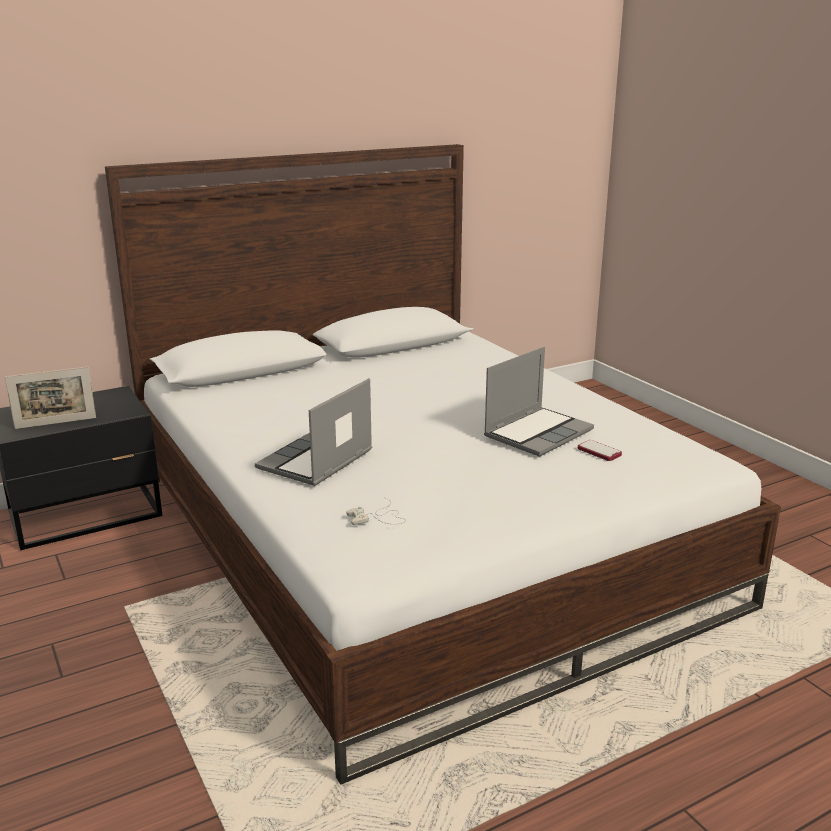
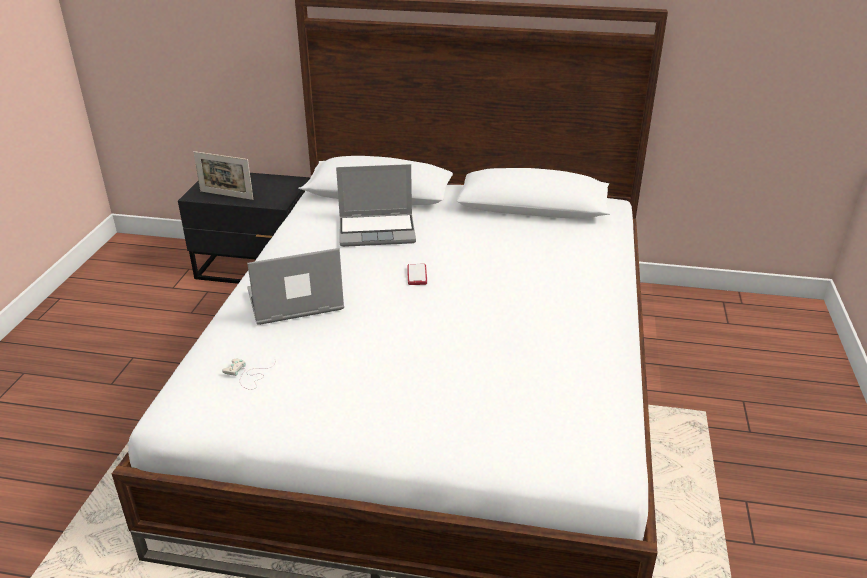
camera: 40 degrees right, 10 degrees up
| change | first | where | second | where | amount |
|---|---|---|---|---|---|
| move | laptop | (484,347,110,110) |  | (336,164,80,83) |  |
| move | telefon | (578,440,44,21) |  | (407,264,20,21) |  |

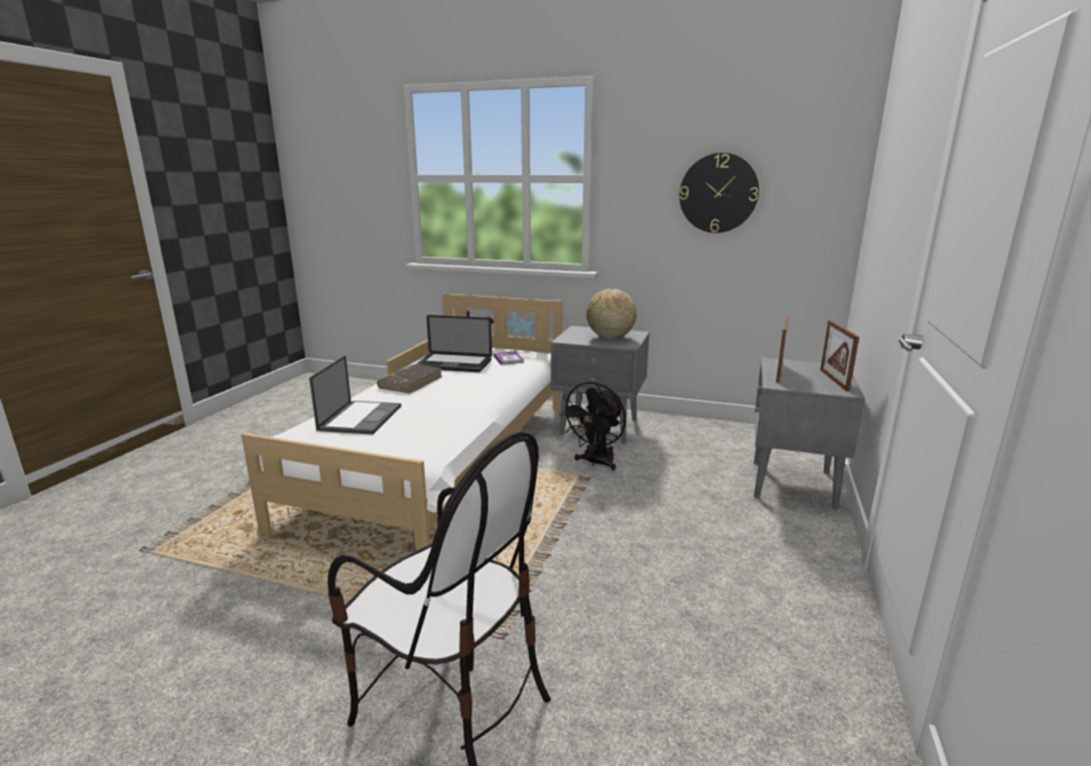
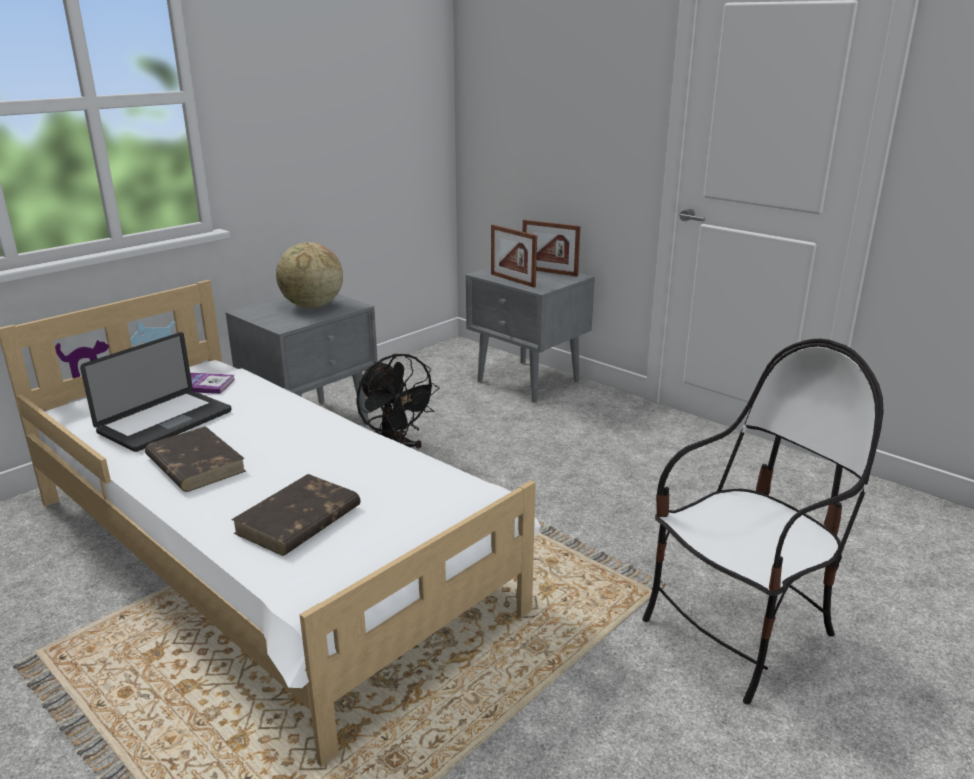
camera: 65 degrees left, 5 degrees up
| change | first | where | second | where | amount |
|---|---|---|---|---|---|
| delete | zegar ścienny | (679,153,80,80) |  |  |  |
| replace | laptop | (309,355,92,80) | książka [brązowy] | (231,474,130,82) |  |

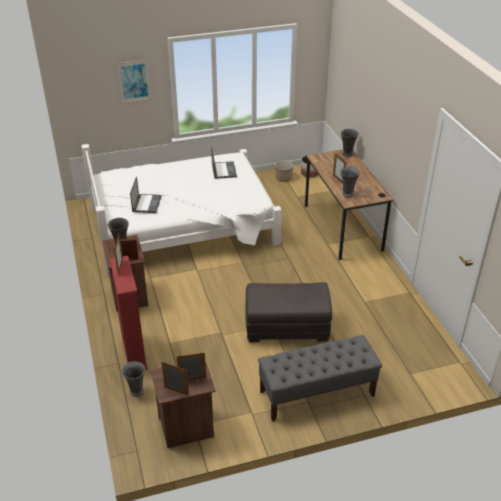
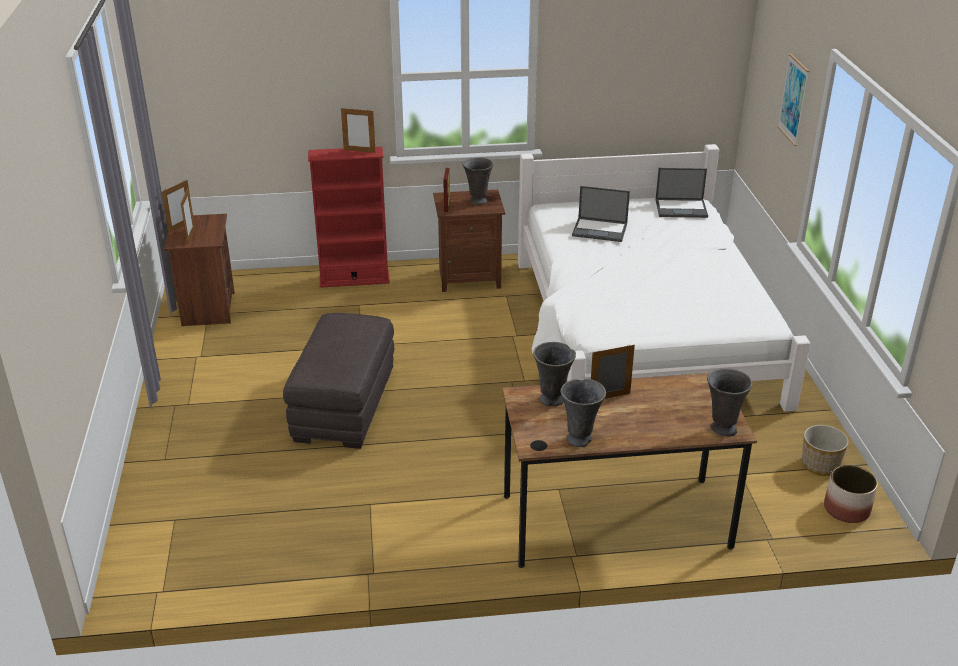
camera: 100 degrees right, 5 degrees down
| change | first | where | second | where | amount |
|---|---|---|---|---|---|
| delete | ławka [szary] | (258,335,124,86) |  |  |  |
| move | wazon [szary] | (122,362,23,35) |  | (560,379,46,68) |  |
| move | laptop | (211,146,26,33) |  | (656,168,52,50) |  |

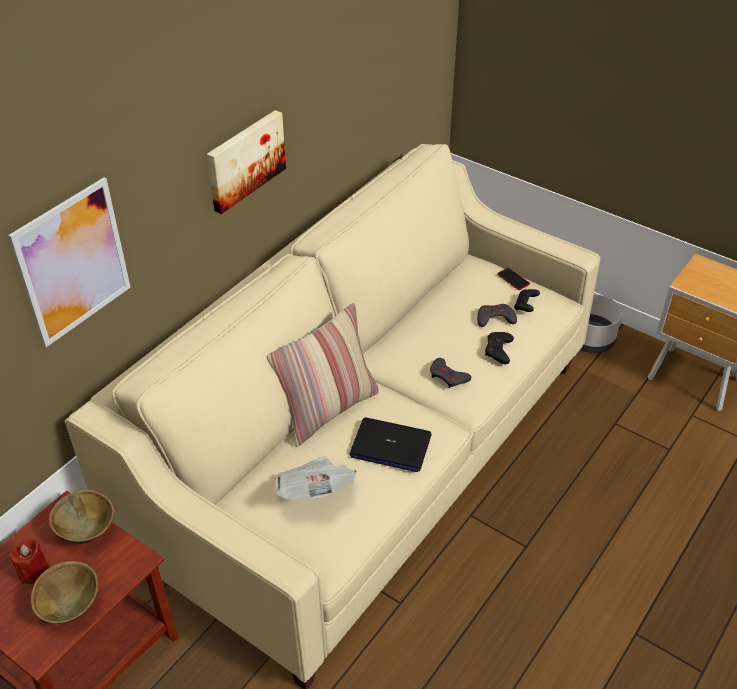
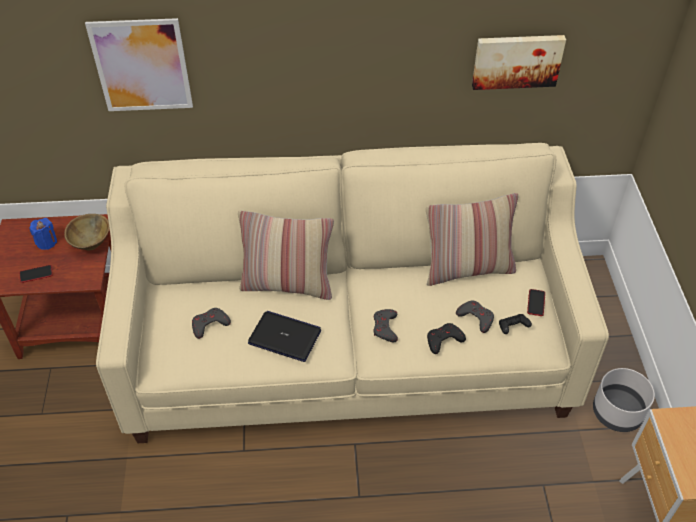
camera: 50 degrees right, 5 degrees up
| change | first | where | second | where | amount |
|---|---|---|---|---|---|
| insert |  |  | poduszka | (426,193,92,93) |  |
| move | obraz | (207,110,79,104) |  | (472,35,94,55) |  |
| replace | miska [brązowy] | (31,561,67,63) | telefon | (20,265,33,18) |  |
| replace | gazeta | (275,457,82,43) | pad do gier [szary] | (192,308,39,31) |  |
| recolor | świeca [czerwony] | (10,538,39,46) | świeca [niebieski] | (29,218,28,32) |  |
| rotate | laptop | (350,418,82,54) |  | (248,311,73,51) | 135 degrees clockwise |

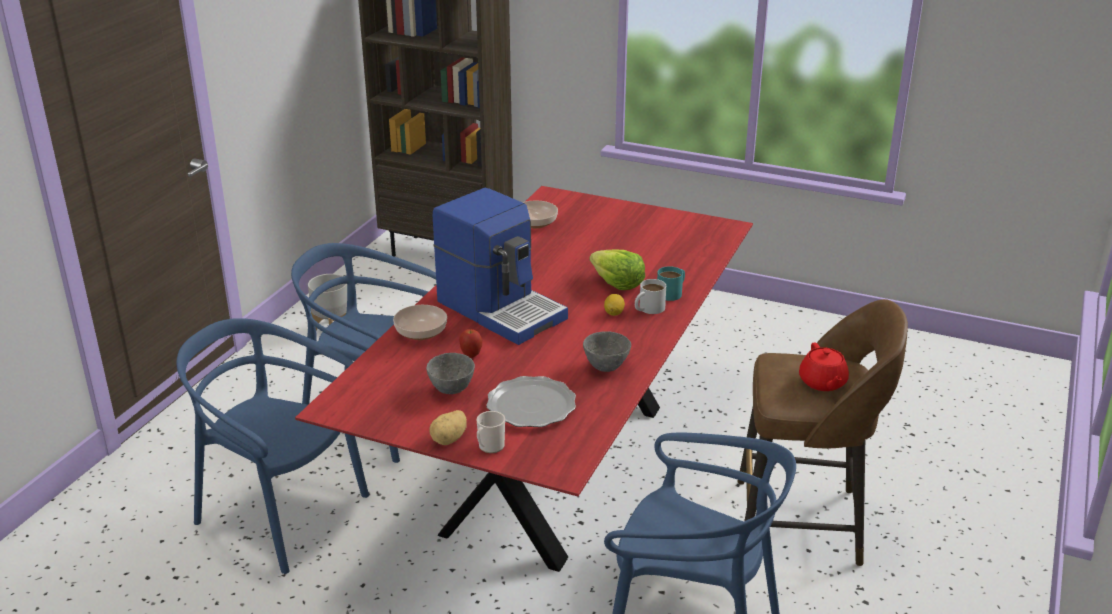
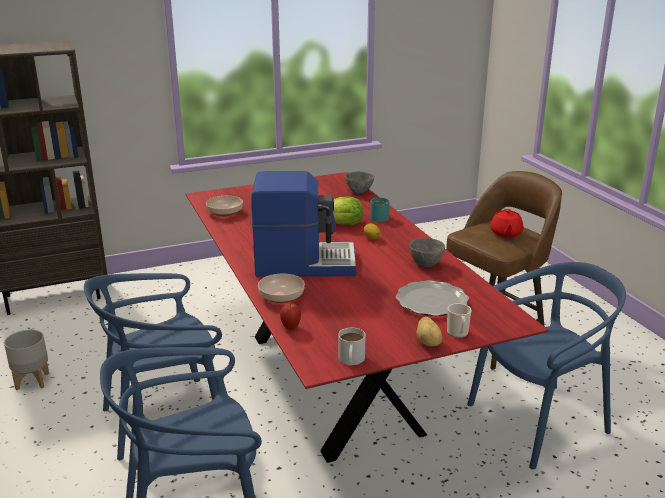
camera: 45 degrees left, 5 degrees down
| change | first | where | second | where | amount |
|---|---|---|---|---|---|
| move | miska [szary] | (426,353,49,41) |  | (345,171,29,23) |  |
| move | jabłko | (459,329,23,29) |  | (280,303,21,27) |  |
| move | kubek [biały] | (635,279,31,35) |  | (338,328,28,38) |  |
| rotate | imbryk [czerwony] | (799,342,50,49) |  | (490,209,33,29) | 60 degrees clockwise |

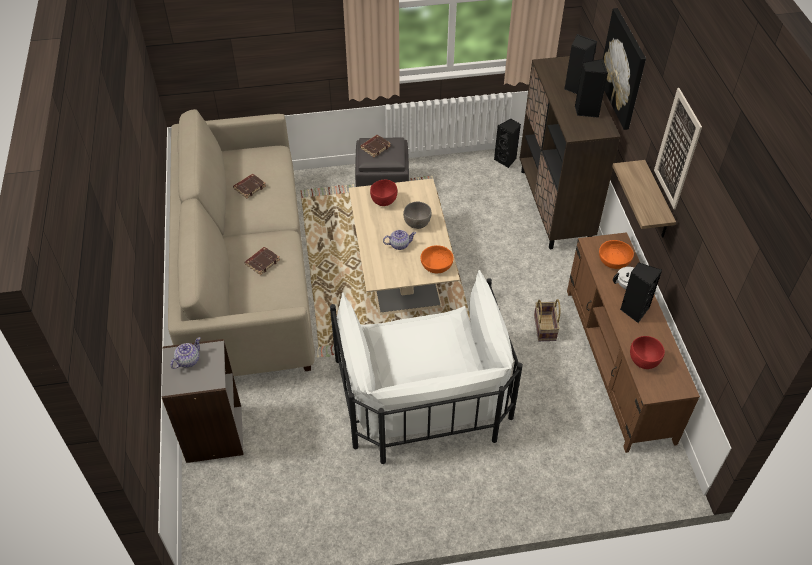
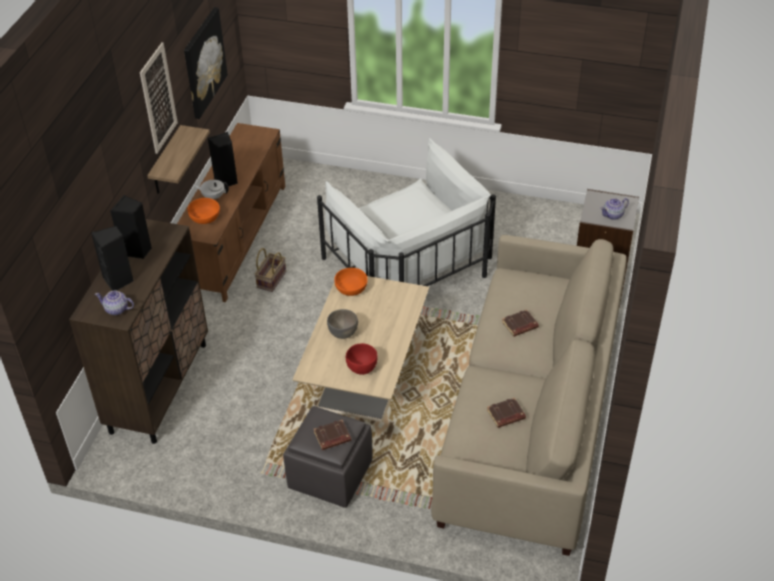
camera: 155 degrees left, 5 degrees down
| change | first | where | second | where | amount |
|---|---|---|---|---|---|
| delete | głośnik [czarny] | (494,119,27,49) |  |  |  |
| delete | miska [czerwony] | (630,336,35,33) |  |  |  |
| move | imbryk | (383,230,33,20) |  | (95,290,39,25) |  |
| move | obraz | (603,8,43,122) |  | (184,7,44,112) |  |
| rotate | fotel [biały] | (330,270,193,194) |  | (317,138,179,148) | 135 degrees clockwise |

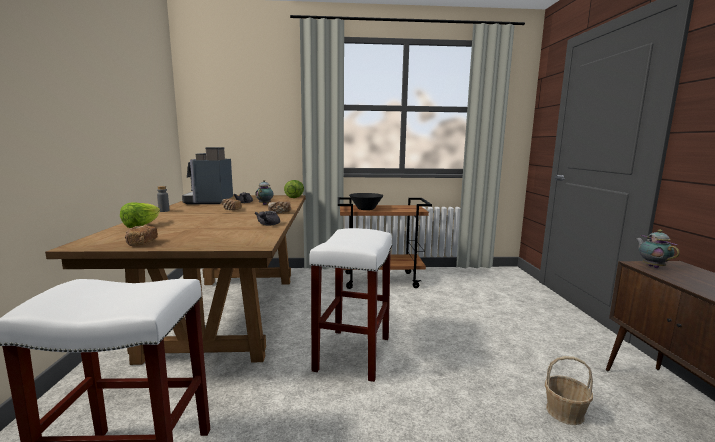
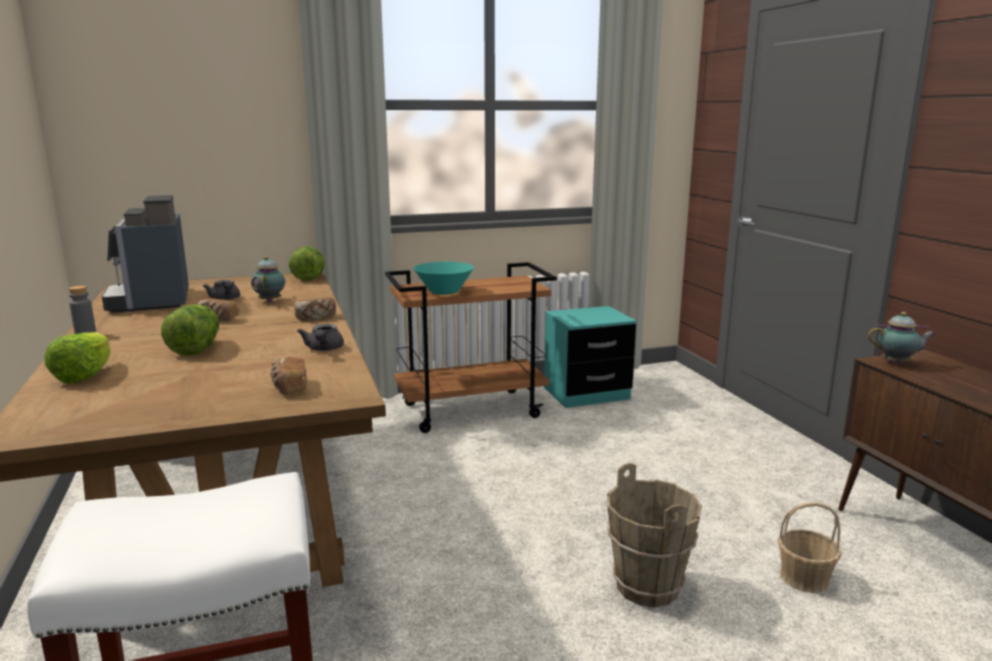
camera: 15 degrees left, 5 degrees up
| change | first | where | second | where | amount |
|---|---|---|---|---|---|
| delete | stołek [biały] | (309,228,83,154) |  |  |  |
| insert |  |  | sałata | (161,305,58,51) |  |
| insert |  |  | szafka nocna [turkusowy] | (544,306,92,102) |  |
| insert |  |  | wiadro [brązowy] | (607,463,95,144) |  |
| move | chleb | (125,226,33,20) |  | (271,357,36,37) |  |
| recolor | miska [czarny] | (349,193,34,17) | miska [turkusowy] | (414,262,60,33) |  |
| rotate | imbryk | (636,230,44,38) |  | (868,312,67,52) | 120 degrees clockwise |

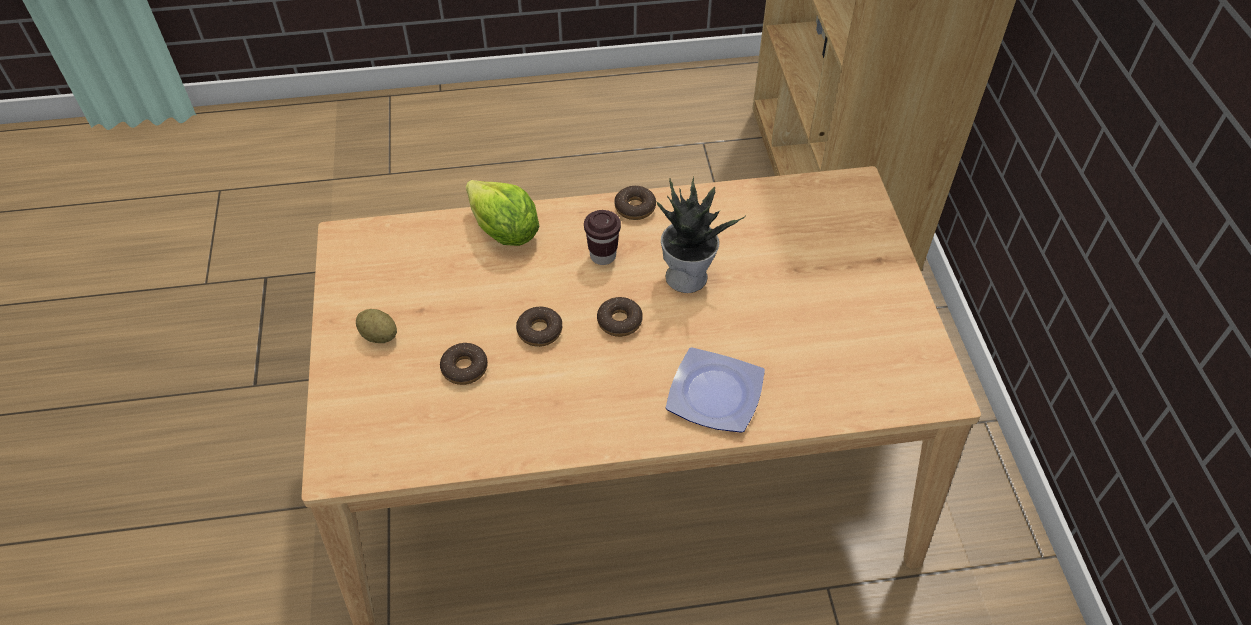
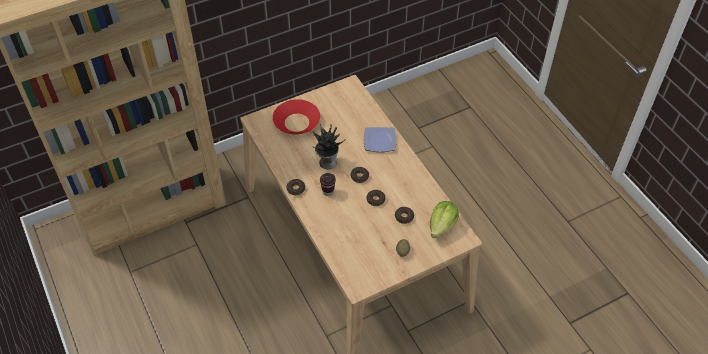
camera: 110 degrees left, 0 degrees up
| change | first | where | second | where | amount |
|---|---|---|---|---|---|
| insert |  |  | miska [czerwony] | (273,99,47,35) |  |
| move | sałata | (466,180,74,66) |  | (430,201,29,37) |  |

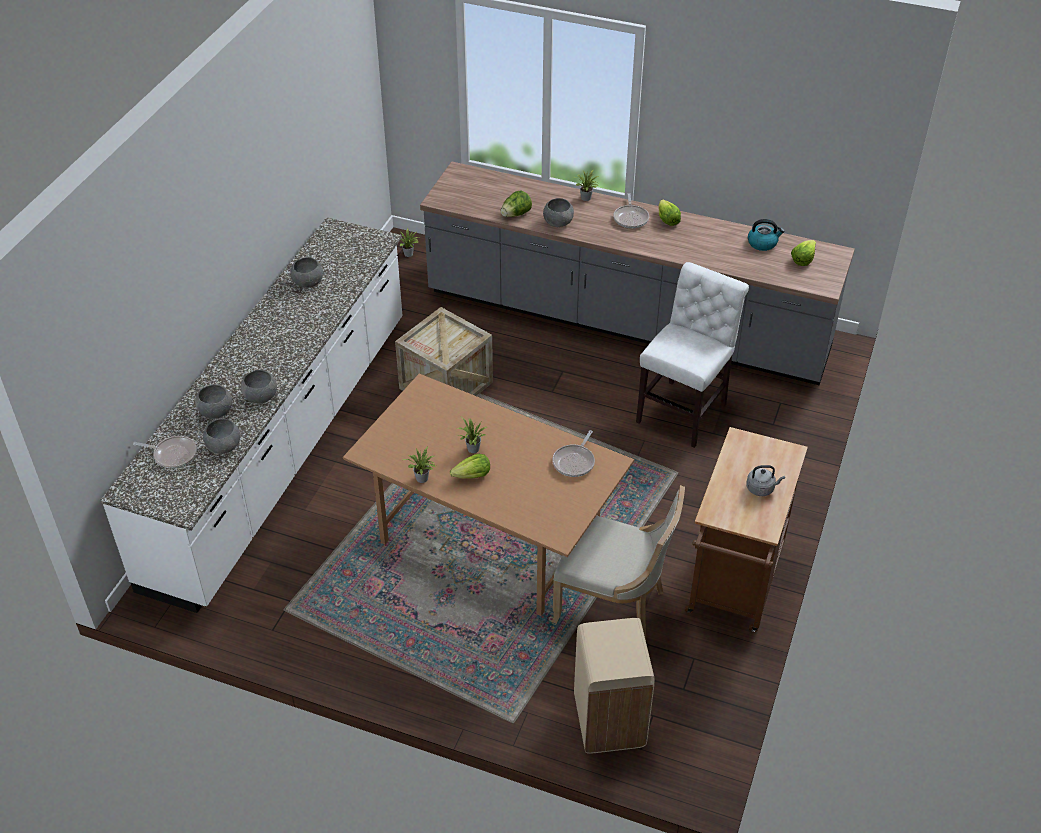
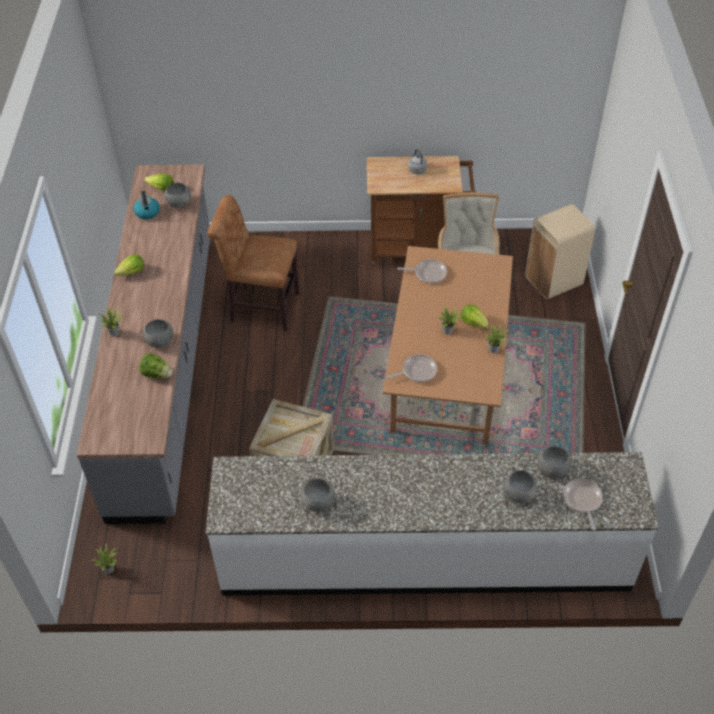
camera: 110 degrees left, 5 degrees up
| change | first | where | second | where | amount |
|---|---|---|---|---|---|
| move | miska [szary] | (241,370,36,33) |  | (164,182,27,26) |  |
| move | patelnia | (613,193,36,35) |  | (386,354,51,28) |  |
| recolor | krzesło [biały] | (636,262,113,186) | krzesło [brązowy] | (207,195,93,136) |  |

